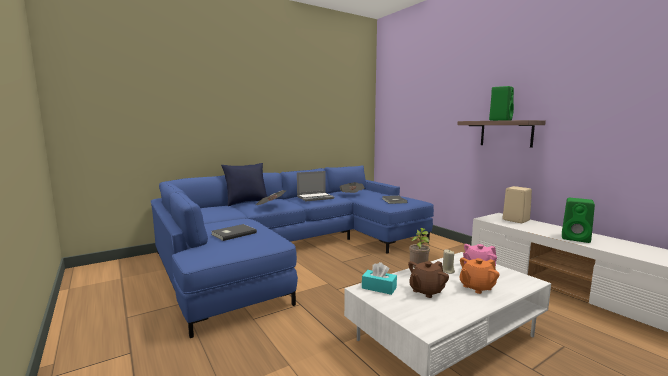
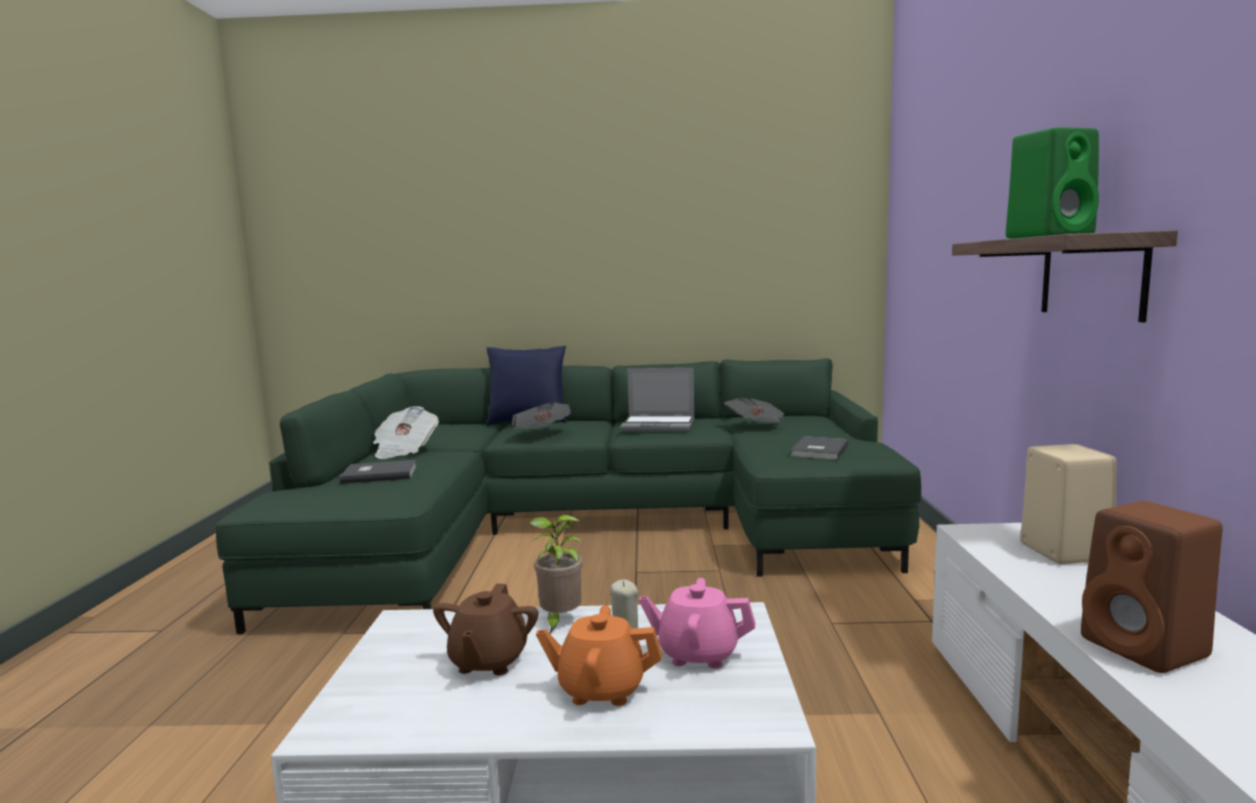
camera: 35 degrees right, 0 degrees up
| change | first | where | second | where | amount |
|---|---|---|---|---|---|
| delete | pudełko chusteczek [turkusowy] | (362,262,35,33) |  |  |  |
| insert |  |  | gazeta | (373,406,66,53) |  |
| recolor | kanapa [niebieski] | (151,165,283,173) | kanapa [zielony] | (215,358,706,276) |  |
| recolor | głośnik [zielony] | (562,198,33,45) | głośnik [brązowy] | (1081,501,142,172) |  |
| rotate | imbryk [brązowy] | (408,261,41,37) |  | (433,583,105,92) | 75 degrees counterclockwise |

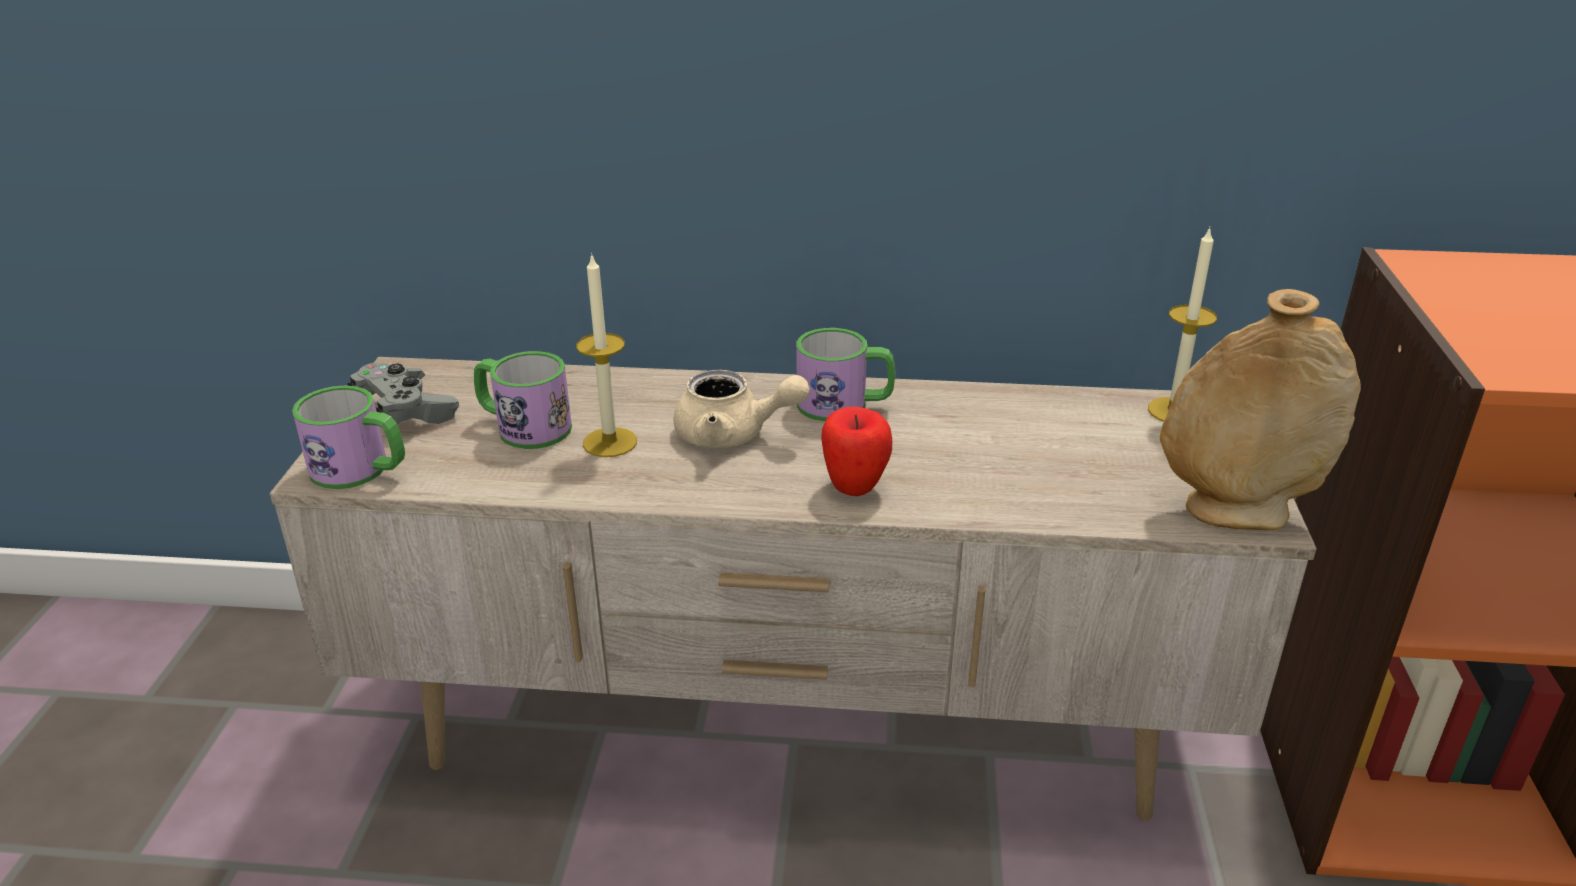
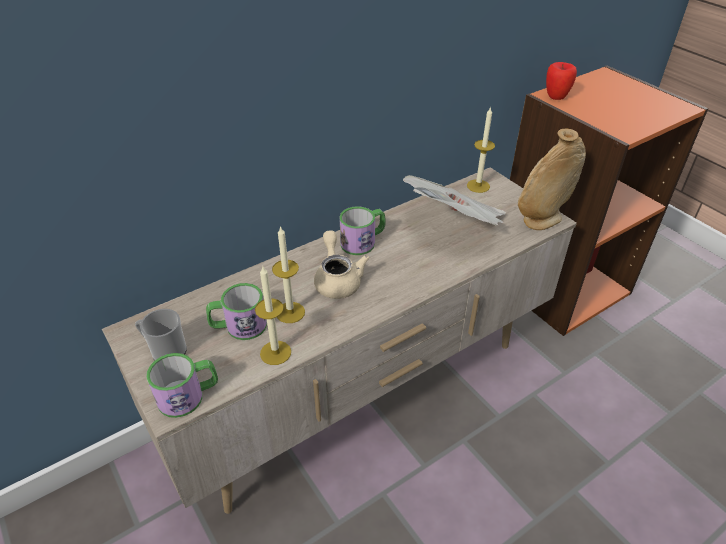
camera: 40 degrees left, 10 degrees up
| change | first | where | second | where | amount |
|---|---|---|---|---|---|
| insert |  |  | świeca | (255,266,36,99) |  |
| insert |  |  | gazeta | (403,175,103,51) |  |
| move | jabłko | (821,407,71,89) |  | (546,62,31,38) |  |
| replace | pad do gier [szary] | (347,363,112,62) | kubek | (135,309,52,51) |  |
| rotate | imbryk [beżowy] | (674,370,136,78) |  | (314,230,55,69) | 75 degrees counterclockwise |

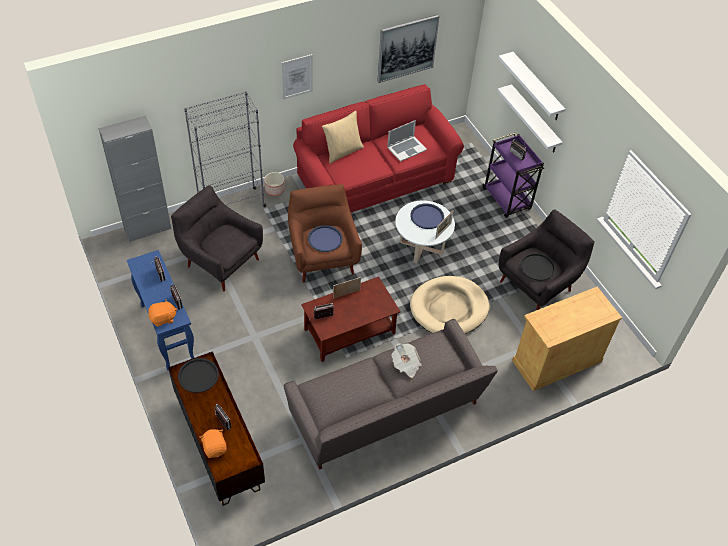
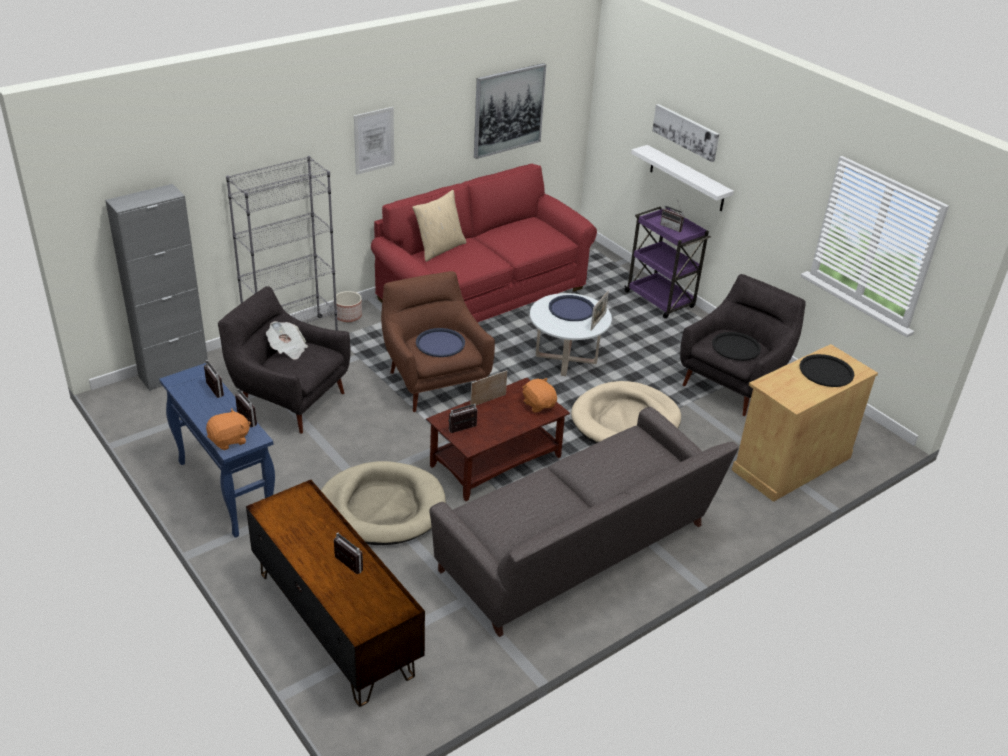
camera: 10 degrees left, 15 degrees down
| change | first | where | second | where | amount |
|---|---|---|---|---|---|
| delete | laptop | (387,120,40,42) |  |  |  |
| insert |  |  | legowisko [beżowy] | (321,461,125,84) |  |
| move | taca [czarny] | (178,358,41,35) |  | (800,354,54,33) |  |
| move | pluszak [pomarańczowy] | (200,429,27,29) |  | (522,378,35,35) |  |
| move | gazeta | (391,343,31,35) |  | (266,321,42,39) |  |
| replace | półka [biały] | (498,52,67,68) | obraz | (652,104,67,58) |  |

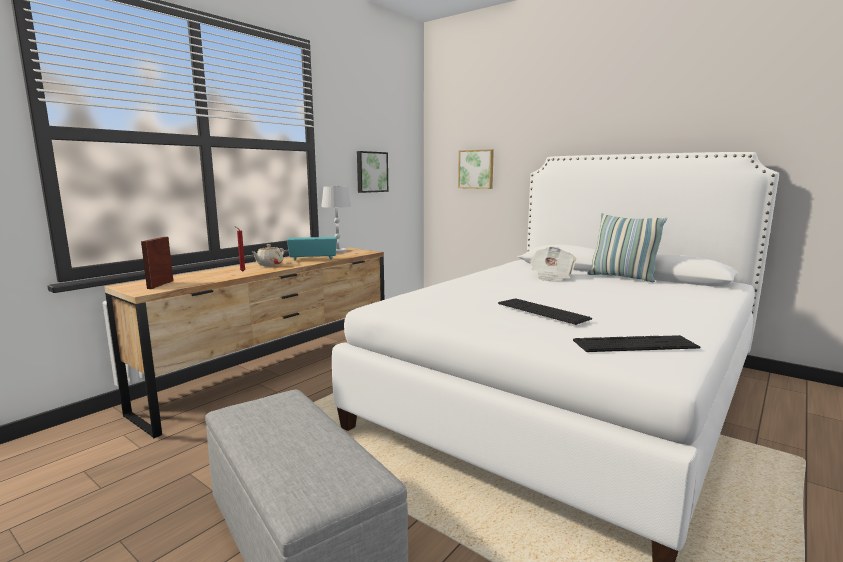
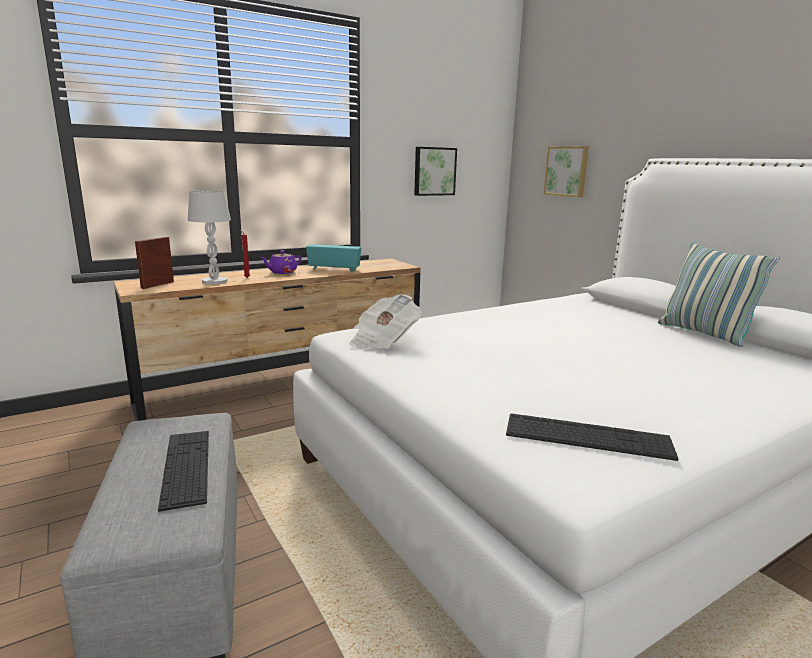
camera: 20 degrees right, 5 degrees up
| change | first | where | second | where | amount |
|---|---|---|---|---|---|
| move | lampa stołowa [biały] | (321,186,30,67) |  | (188,191,43,94) |  |
| move | klawiatura | (498,298,94,27) |  | (158,431,51,81) |  |
| move | gazeta | (529,247,47,34) |  | (349,294,73,55) |  |
| recolor | imbryk [beżowy] | (252,244,32,22) | imbryk [fioletowy] | (260,250,42,24) |  |

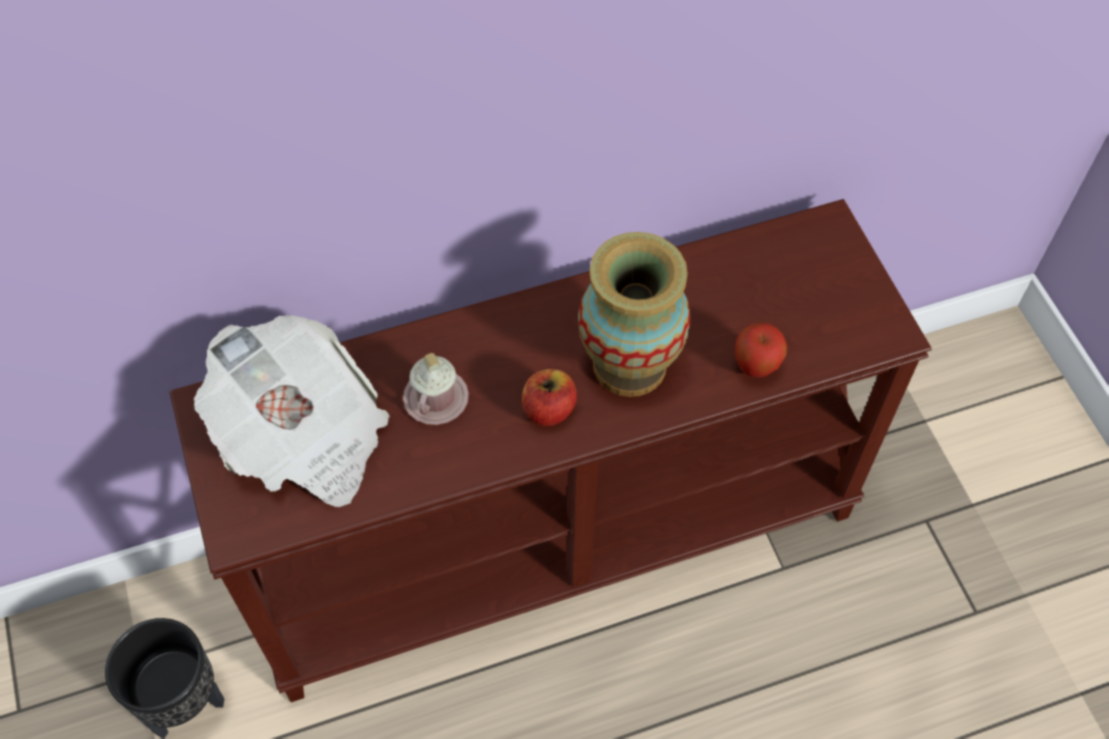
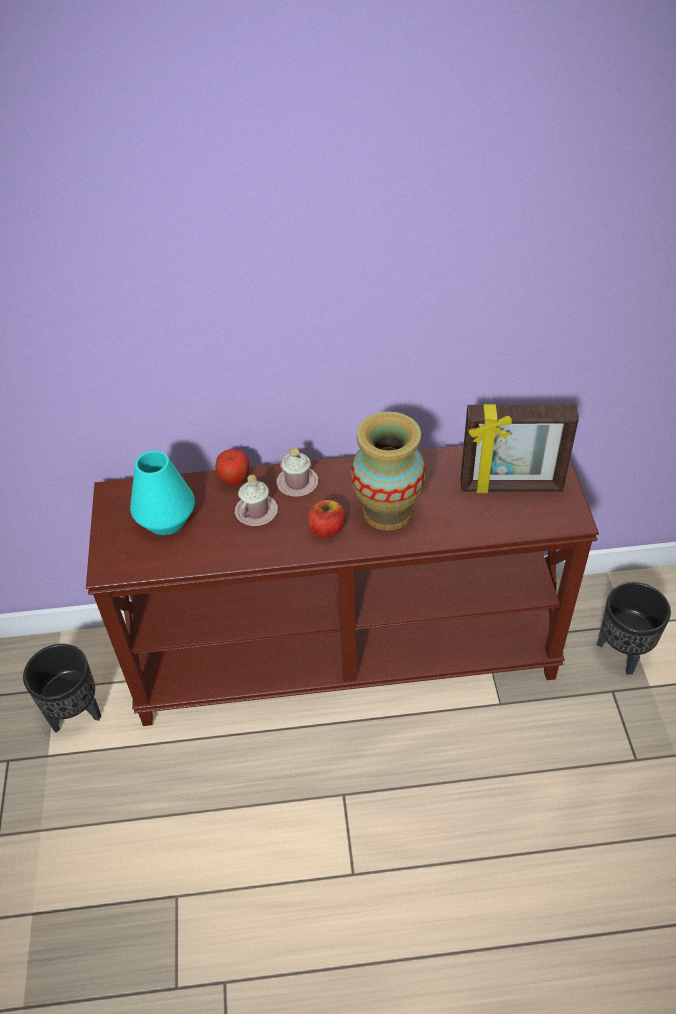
camera: 15 degrees right, 10 degrees down
| change | first | where | second | where | amount |
|---|---|---|---|---|---|
| insert |  |  | kubek [różowy] | (276,447,42,50) |  |
| insert |  |  | ramka na zdjęcie | (461,404,118,89) |  |
| insert |  |  | donica [czarny] | (597,582,74,93) |  |
| move | jabłko | (735,323,52,54) |  | (215,449,34,36) |  |
| replace | gazeta | (194,315,196,192) | wazon [turkusowy] | (130,450,65,85) |  |

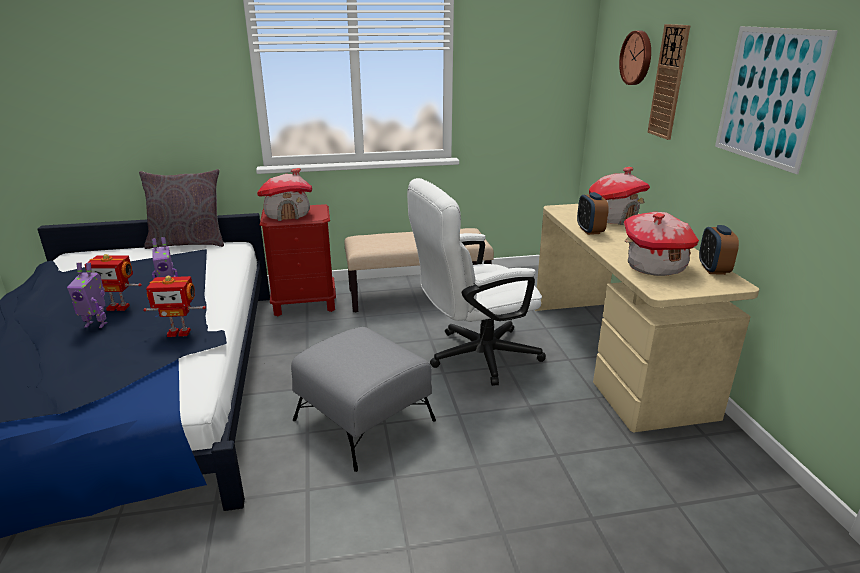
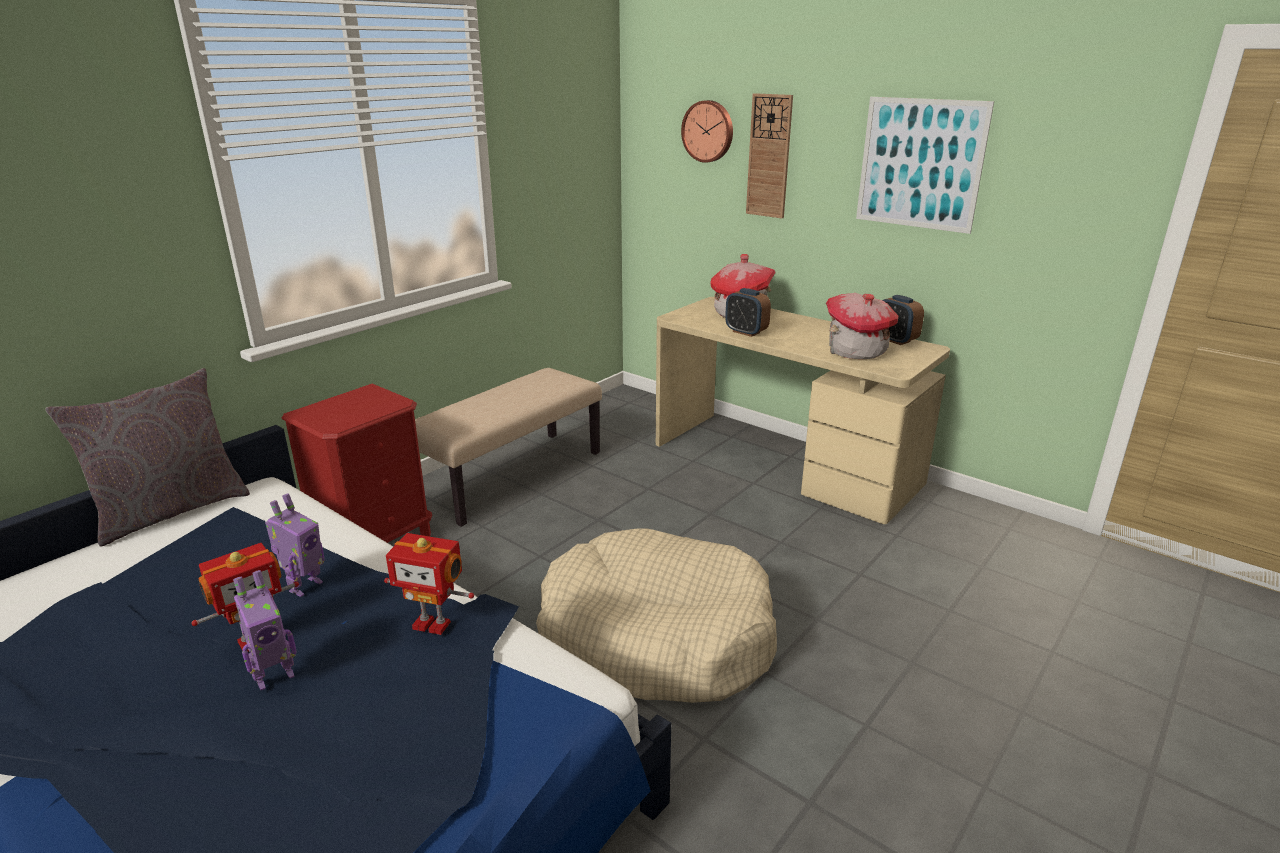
camera: 40 degrees left, 0 degrees up
| change | first | where | second | where | amount |
|---|---|---|---|---|---|
| delete | domek | (257,168,55,53) |  |  |  |
| delete | krzesło biurowe [biały] | (407,178,139,208) |  |  |  |
| replace | pufa [szary] | (291,327,145,145) | legowisko [beżowy] | (536,528,241,175) |  |
| rotate | robot zabawkowy | (143,276,63,61) |  | (384,533,90,102) | 60 degrees clockwise |

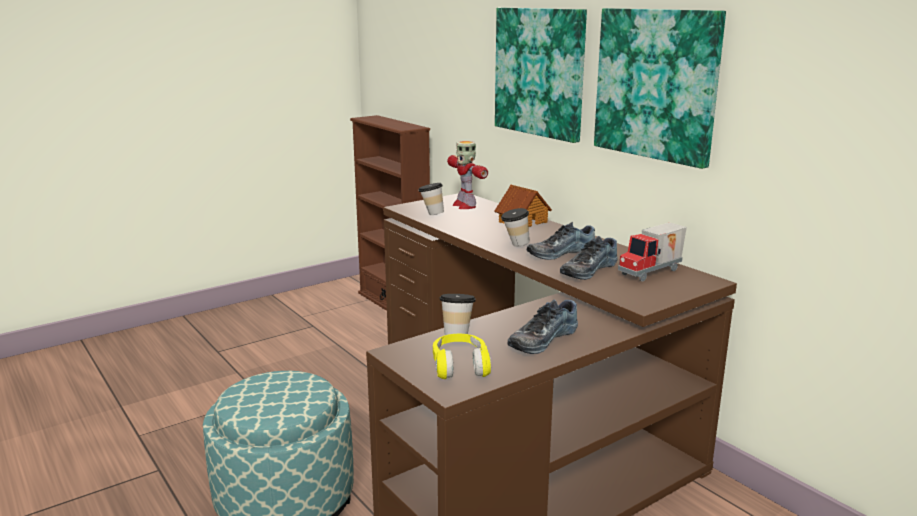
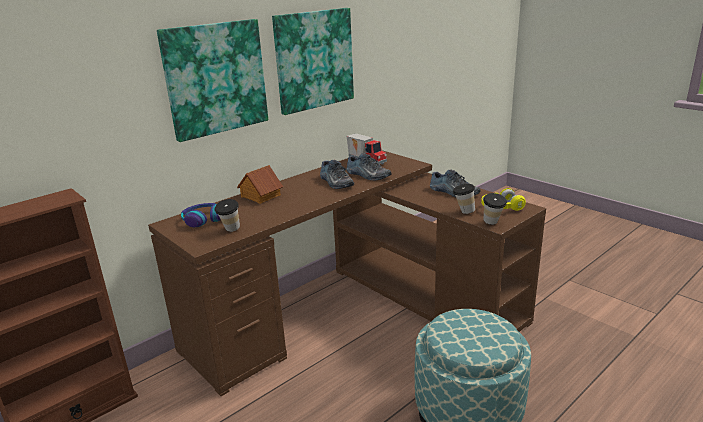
camera: 95 degrees left, 5 degrees up
| change | first | where | second | where | amount |
|---|---|---|---|---|---|
| move | filiżanka | (501,208,29,39) |  | (483,193,24,32) |  |
| replace | robot zabawkowy | (447,141,41,68) | słuchawki | (181,203,40,24) |  |

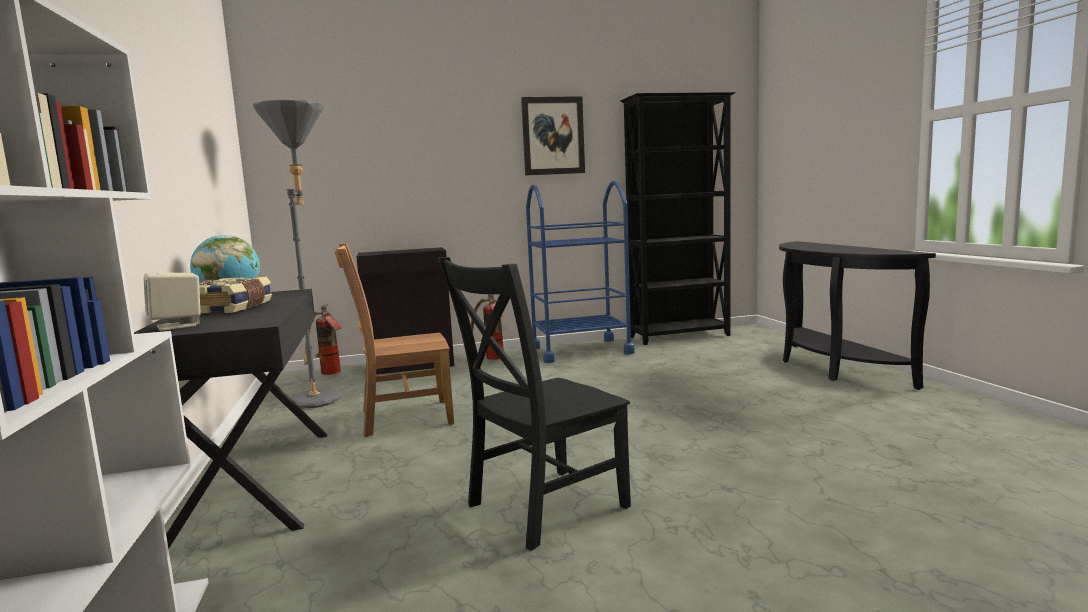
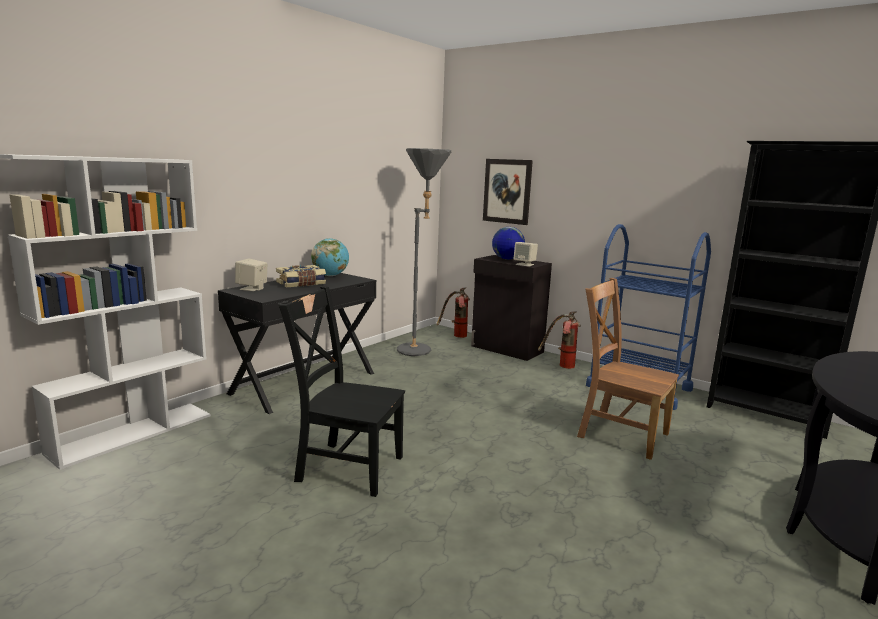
camera: 50 degrees right, 5 degrees up
| change | first | where | second | where | amount |
|---|---|---|---|---|---|
| insert |  |  | globus | (492,227,33,33) |  |
| insert |  |  | głośnik [beżowy] | (513,242,25,25) |  |
| move | krzesło [brązowy] | (335,244,119,193) |  | (577,278,102,182) |  |
| move | obraz | (521,96,64,79) |  | (483,159,50,66) |  |

